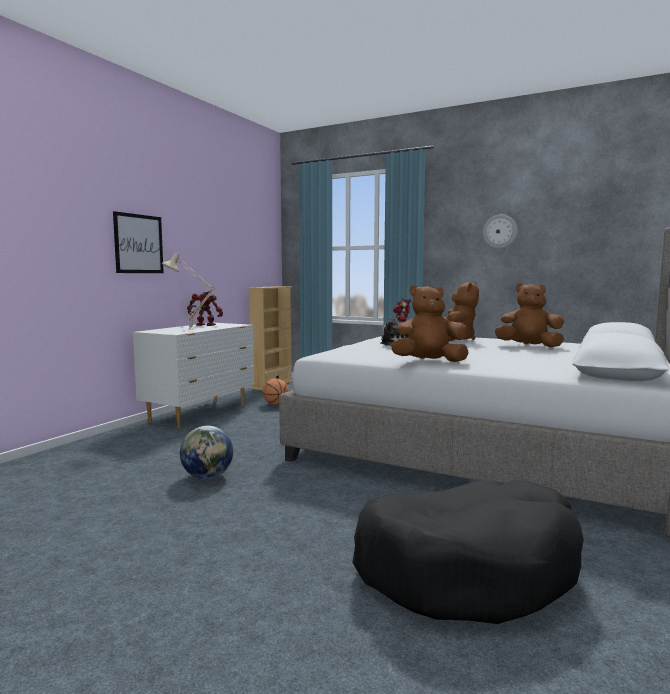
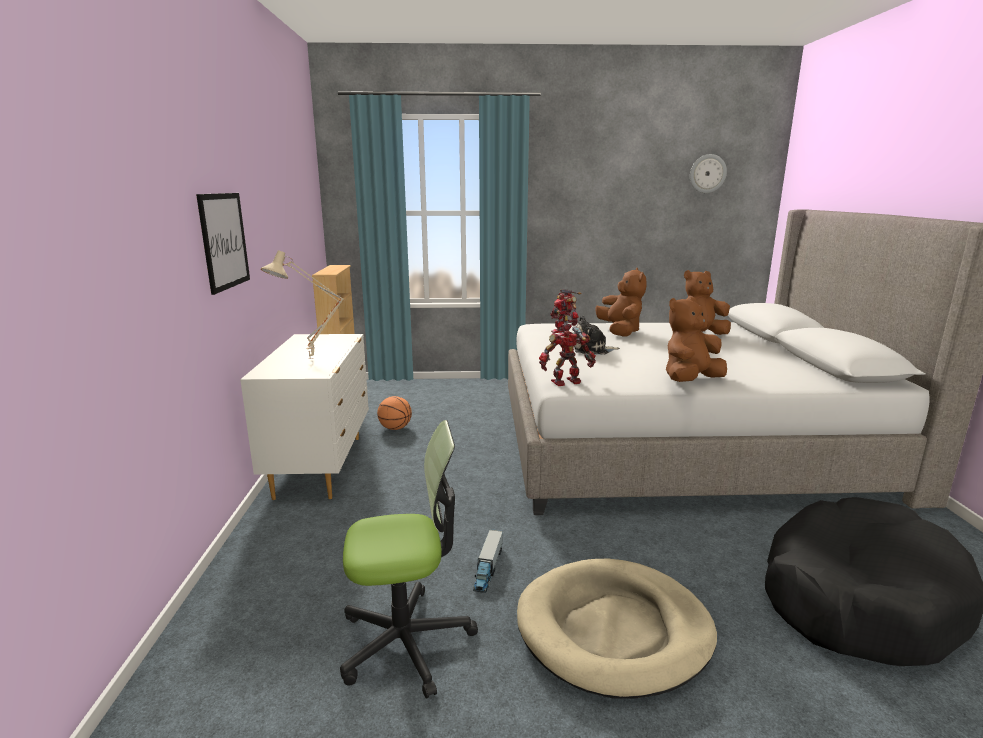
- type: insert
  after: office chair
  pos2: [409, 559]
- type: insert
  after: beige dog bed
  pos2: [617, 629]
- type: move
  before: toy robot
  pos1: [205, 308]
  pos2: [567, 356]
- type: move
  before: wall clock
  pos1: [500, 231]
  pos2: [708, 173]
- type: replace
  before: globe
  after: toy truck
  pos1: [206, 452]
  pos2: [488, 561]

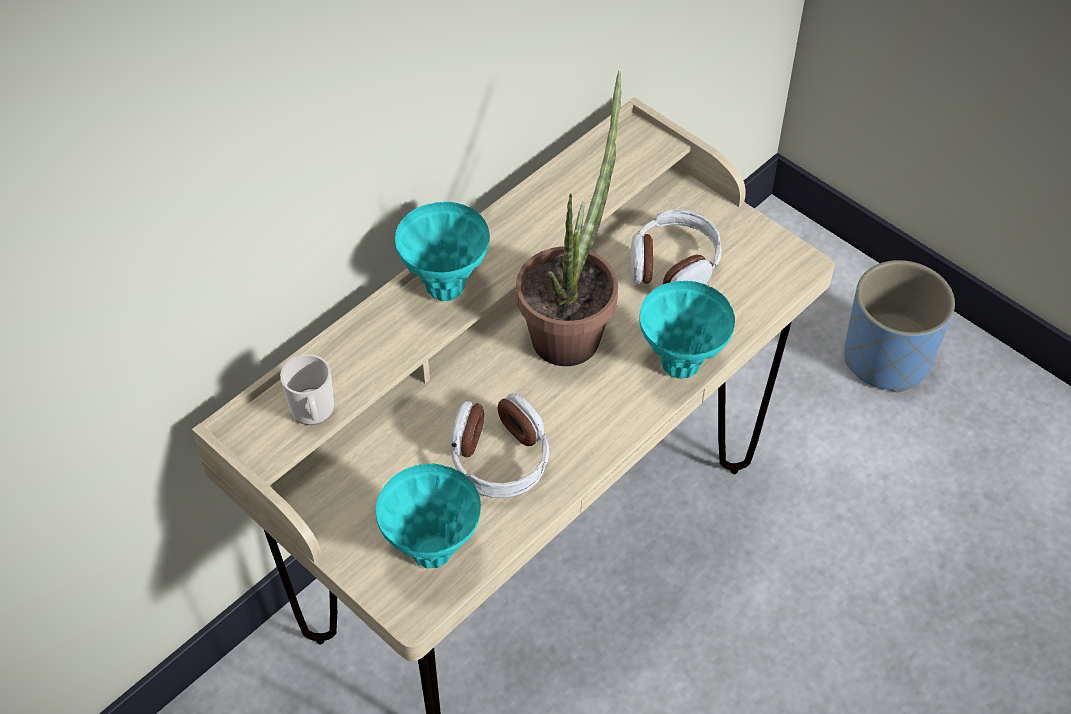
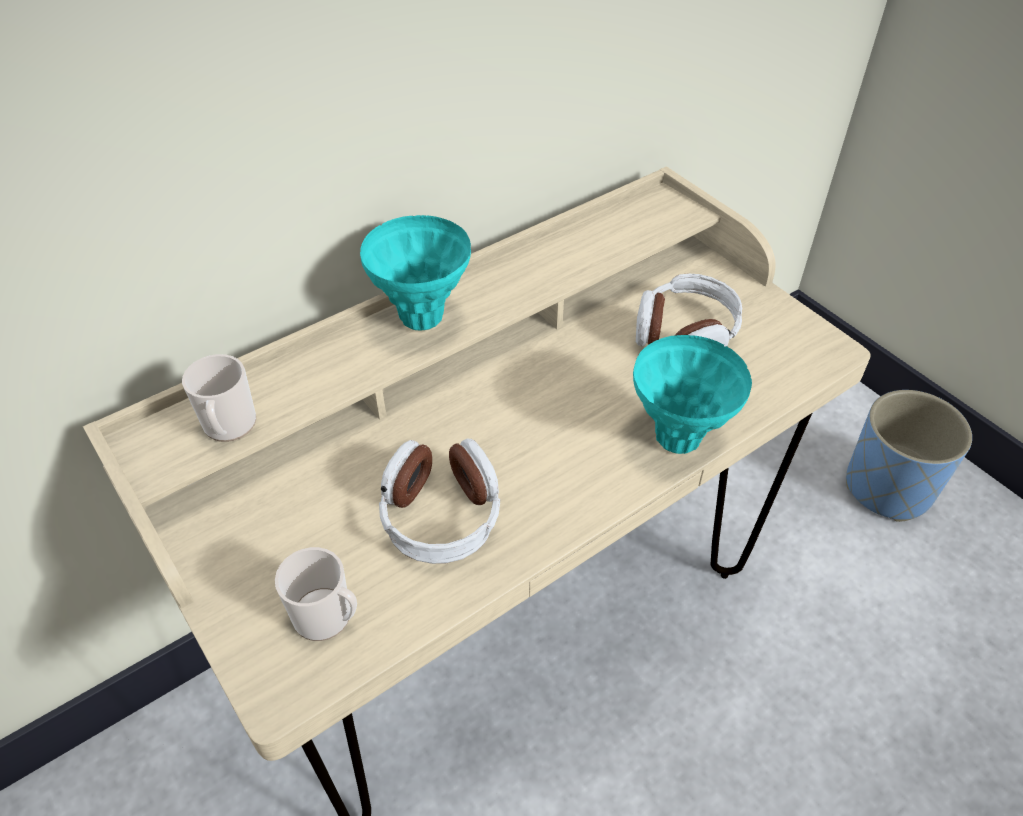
- type: delete
  before: potted plant
  pos1: [568, 218]
- type: replace
  before: turquoise vase
  after: mug
  pos1: [428, 516]
  pos2: [316, 594]

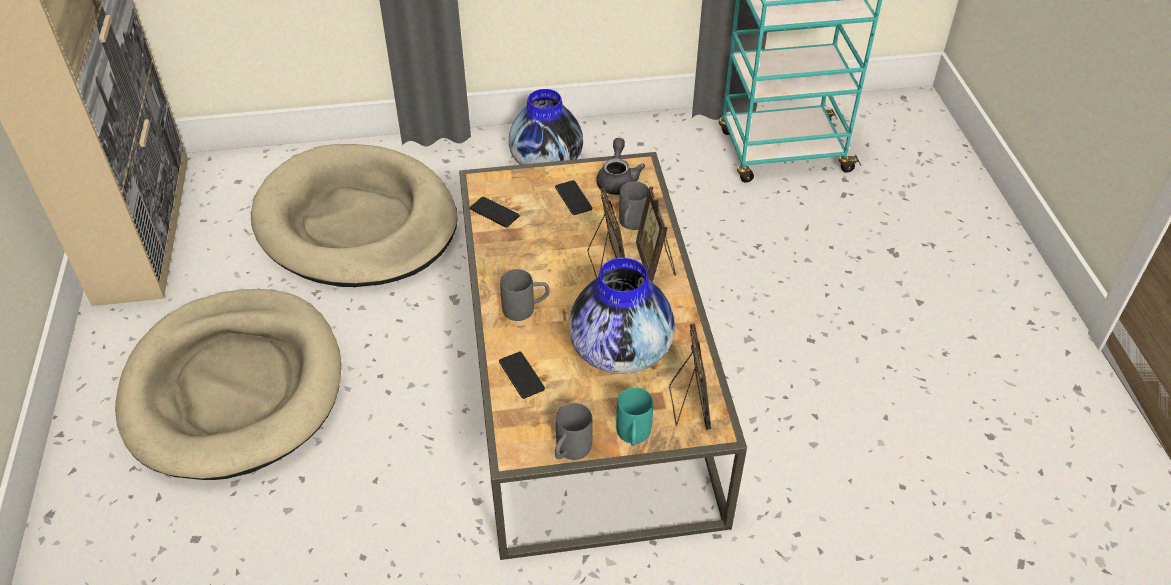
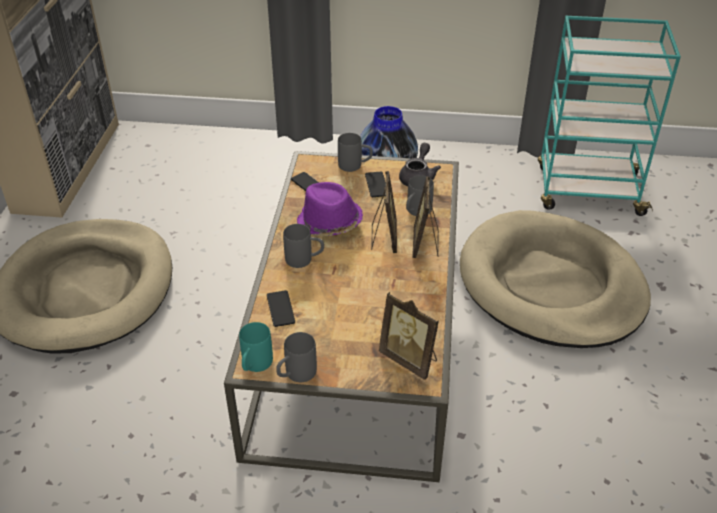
- type: delete
  before: vase
  pos1: [622, 316]
- type: insert
  after: purple hat
  pos2: [330, 209]
- type: insert
  after: grey mug
  pos2: [355, 152]
- type: move
  before: beige dog bed
  pos1: [354, 215]
  pos2: [555, 279]
- type: move
  before: turquoise mug
  pos1: [634, 416]
  pos2: [256, 347]
- type: rotate
  before: picture frame
  pos1: [690, 376]
  pos2: [409, 336]
  turn: 120

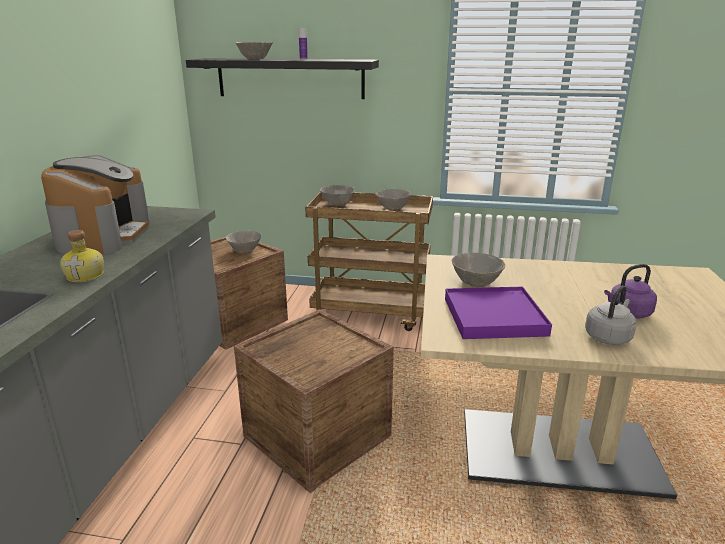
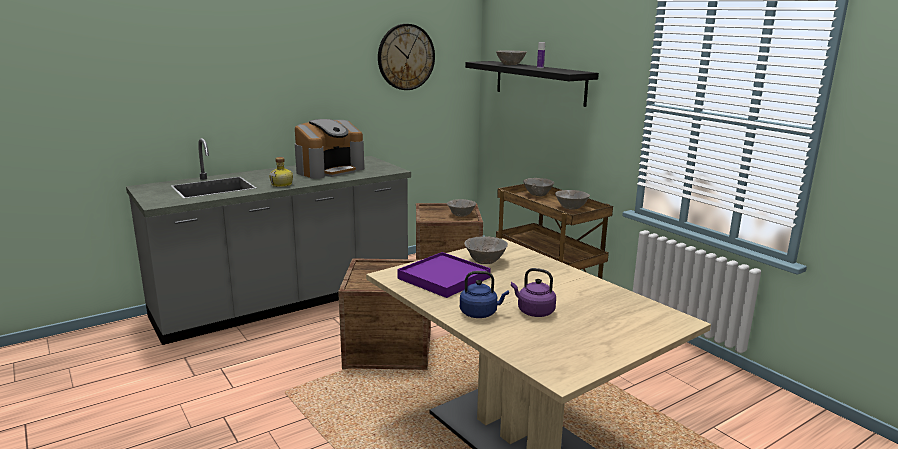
- type: insert
  after: wall clock
  pos2: [406, 57]
- type: recolor
  before: grey kettle
  after: blue kettle
  pos1: [611, 315]
  pos2: [484, 294]

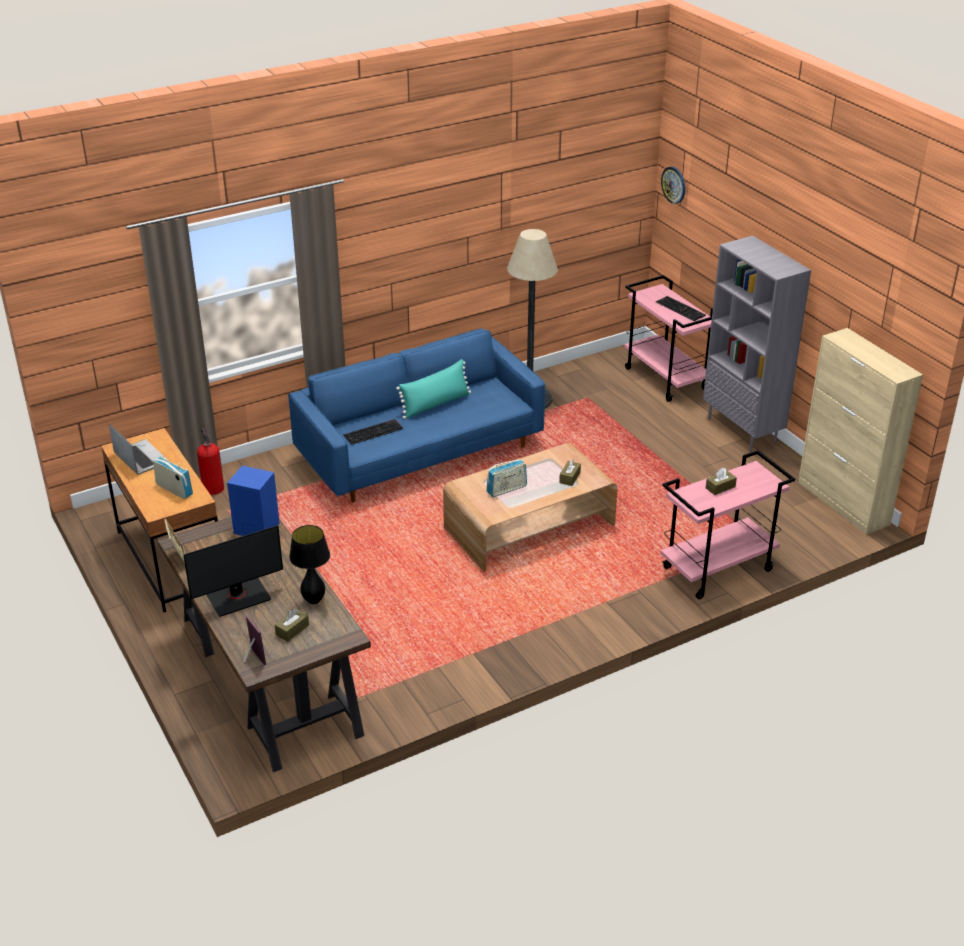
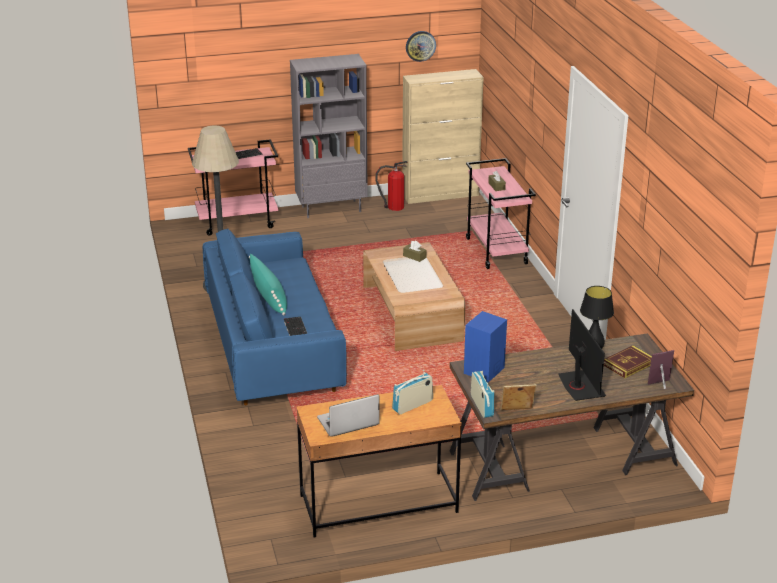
- type: move
  before: fire extinguisher
  pos1: [210, 461]
  pos2: [391, 186]
- type: move
  before: radio
  pos1: [506, 478]
  pos2: [482, 394]
- type: move
  before: wall clock
  pos1: [673, 185]
  pos2: [421, 46]
- type: replace
  before: brown tissue box
  after: book
  pos1: [292, 625]
  pos2: [627, 361]

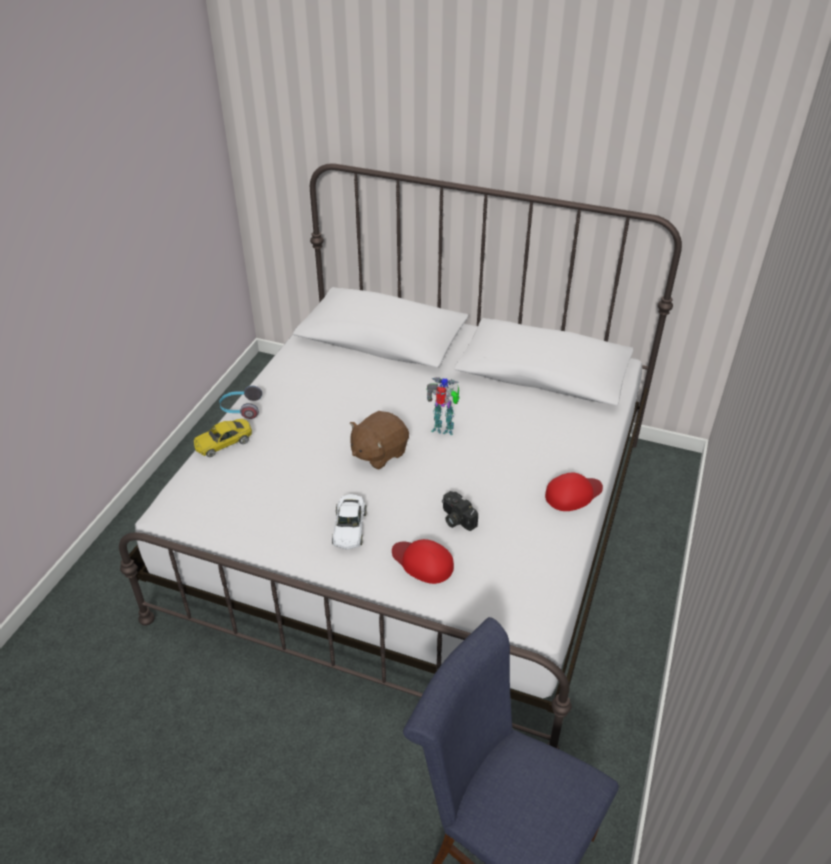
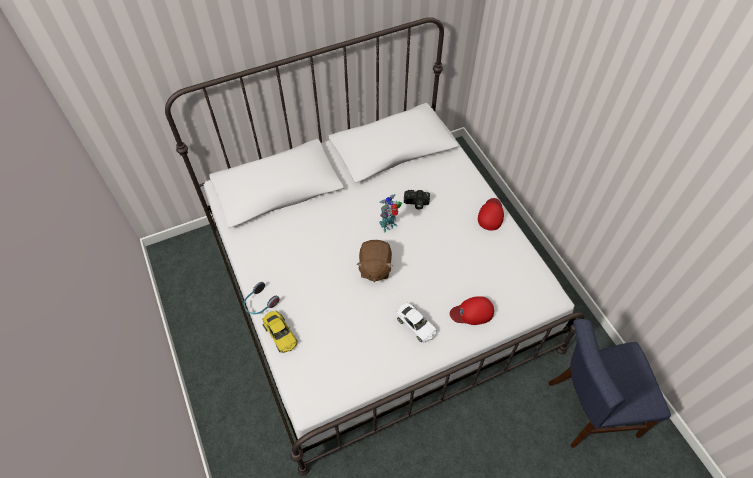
- type: move
  before: photo camera
  pos1: [460, 511]
  pos2: [417, 200]
- type: rotate
  before: yellow toy car
  pos1: [223, 438]
  pos2: [280, 332]
  turn: -45

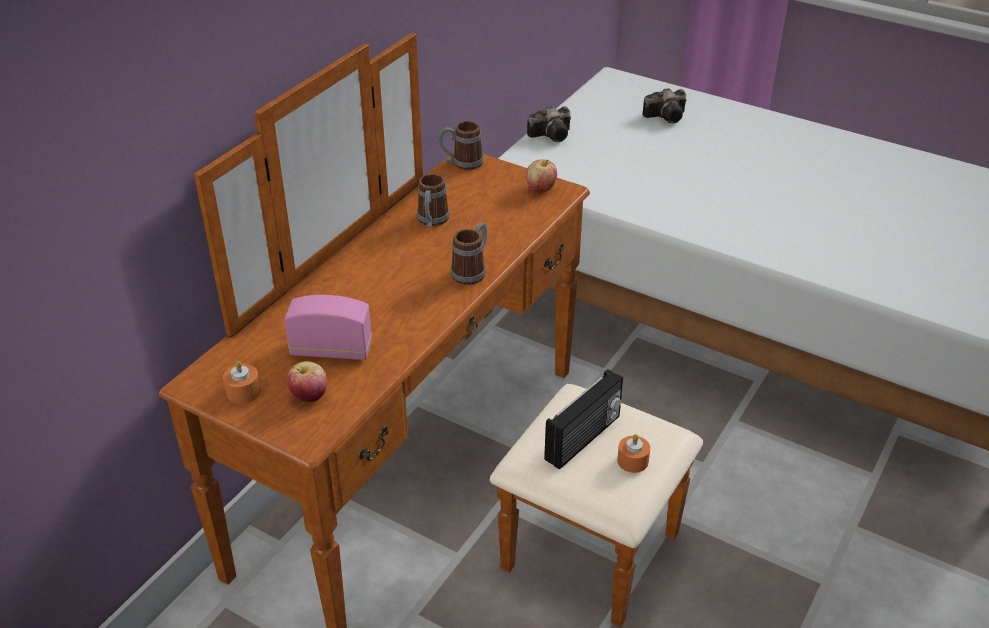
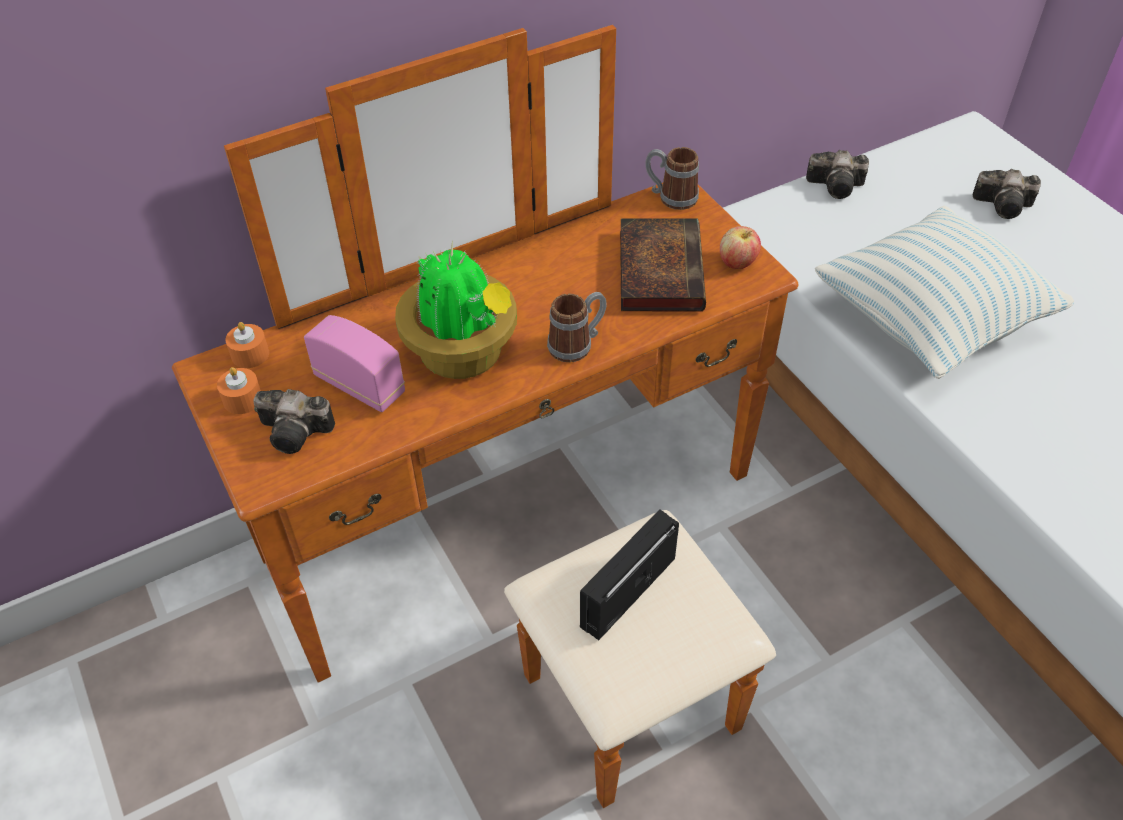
- type: delete
  before: mug
  pos1: [433, 201]
- type: insert
  after: potted plant
  pos2: [456, 309]
- type: insert
  after: book
  pos2: [663, 265]
- type: insert
  after: pillow
  pos2: [944, 292]
- type: move
  before: orange candle
  pos1: [633, 453]
  pos2: [247, 345]
- type: replace
  before: apple
  after: photo camera
  pos1: [307, 381]
  pos2: [294, 421]
- type: rotate
  before: radio
  pos1: [583, 419]
  pos2: [629, 574]
  turn: 150

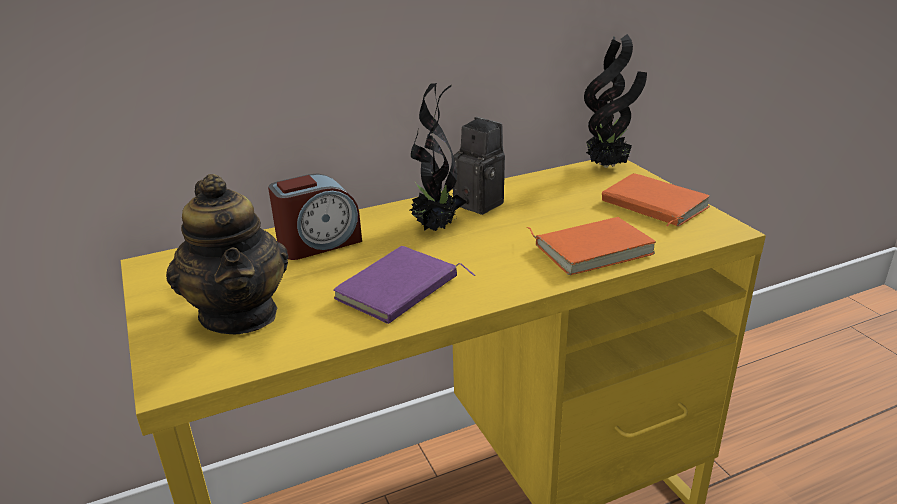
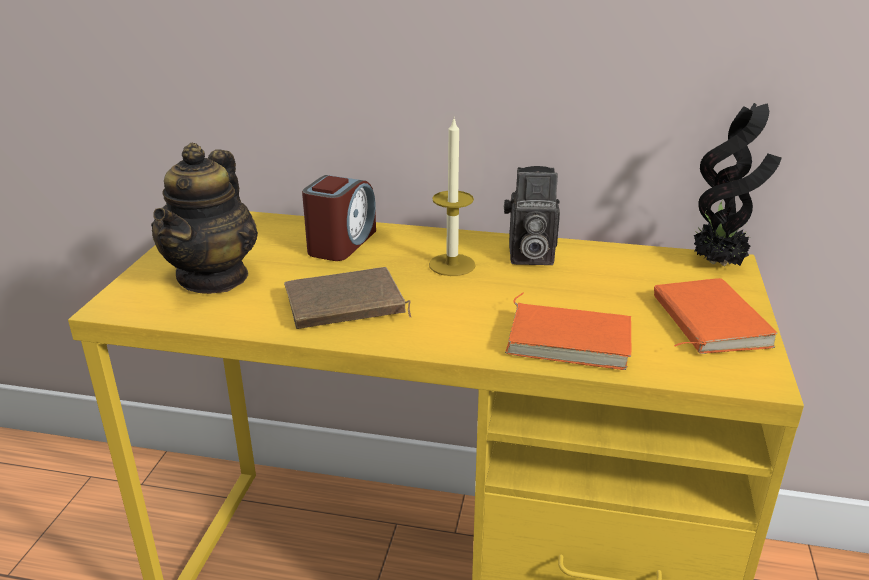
- type: replace
  before: potted plant
  after: candle
  pos1: [438, 157]
  pos2: [452, 197]
- type: recolor
  before: purple book
  after: brown book
  pos1: [404, 285]
  pos2: [347, 298]
- type: rotate
  before: alarm clock
  pos1: [315, 217]
  pos2: [339, 218]
  turn: -75
- type: rotate
  before: photo camera
  pos1: [478, 166]
  pos2: [532, 215]
  turn: 105

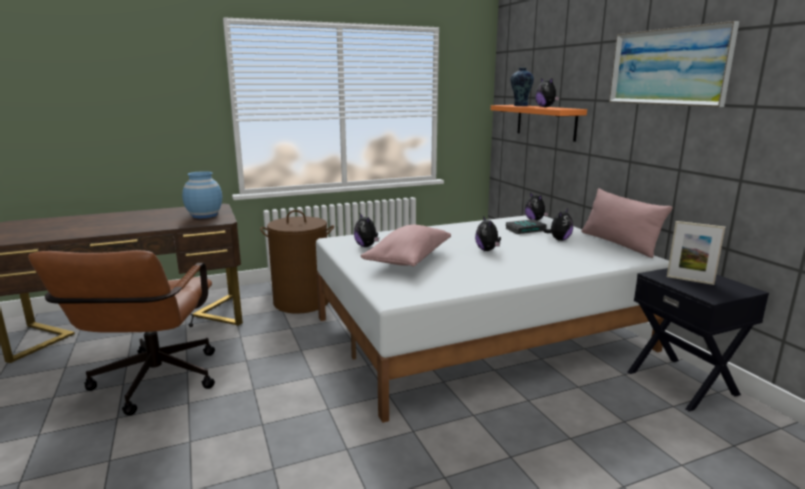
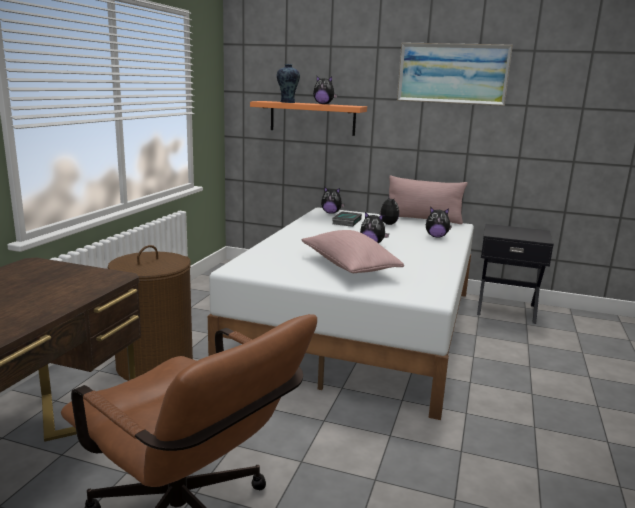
- type: delete
  before: blue vase
  pos1: [202, 194]
- type: delete
  before: picture frame
  pos1: [696, 253]
- type: move
  before: plush toy
  pos1: [366, 230]
  pos2: [439, 222]

